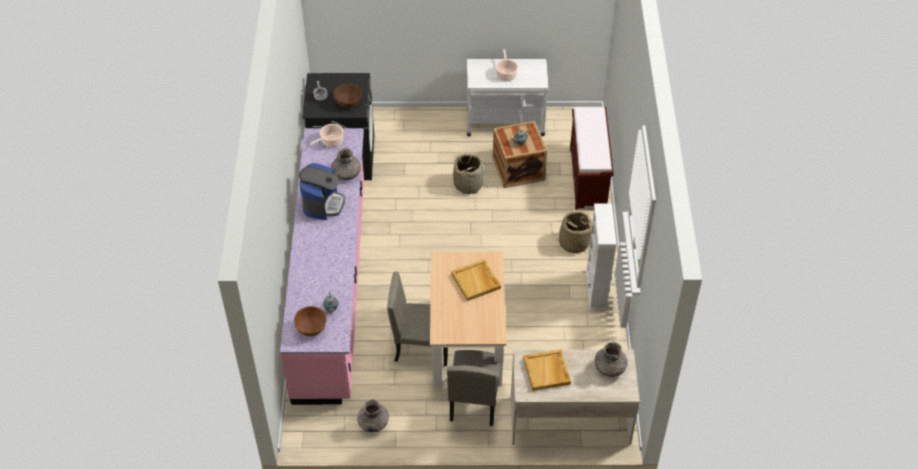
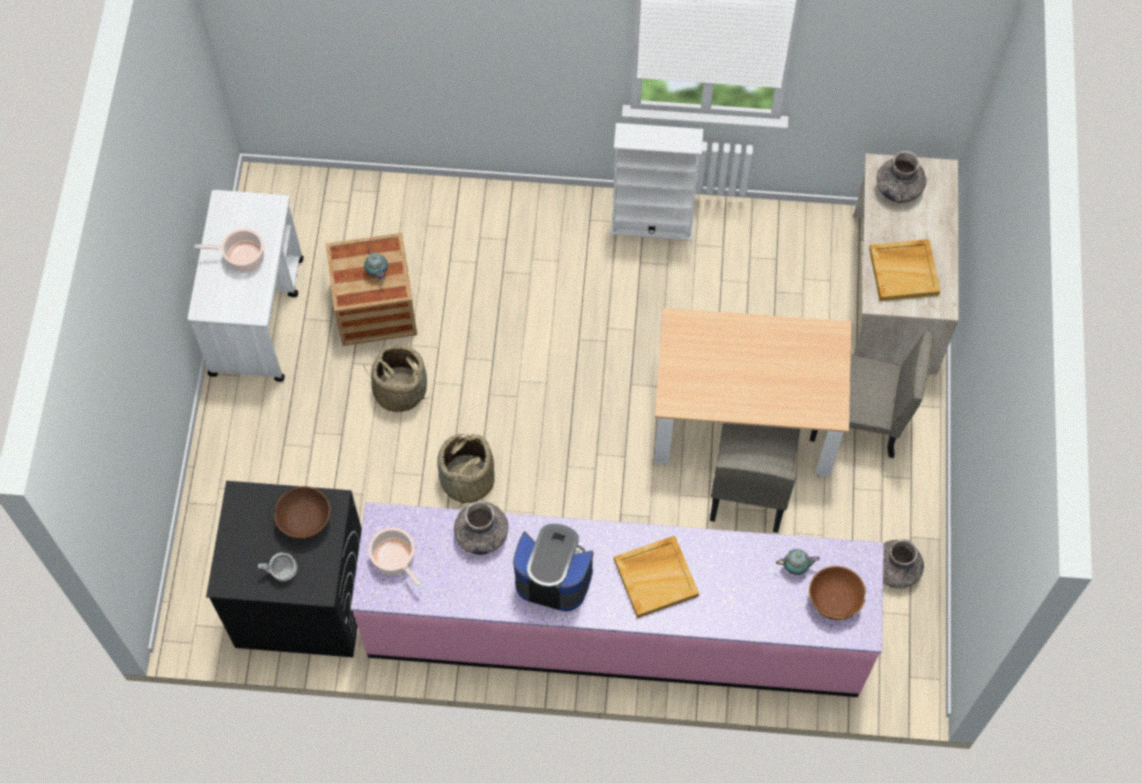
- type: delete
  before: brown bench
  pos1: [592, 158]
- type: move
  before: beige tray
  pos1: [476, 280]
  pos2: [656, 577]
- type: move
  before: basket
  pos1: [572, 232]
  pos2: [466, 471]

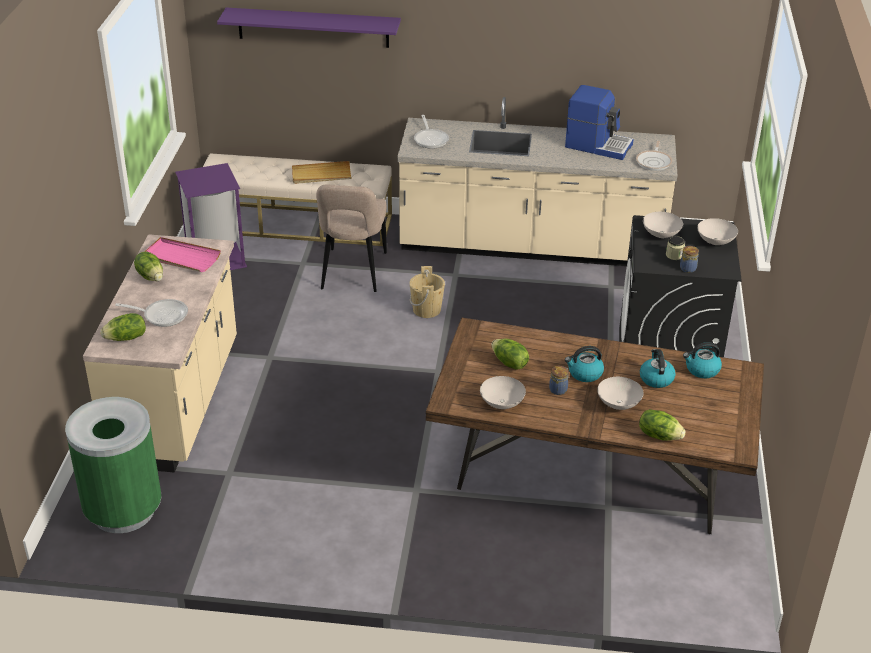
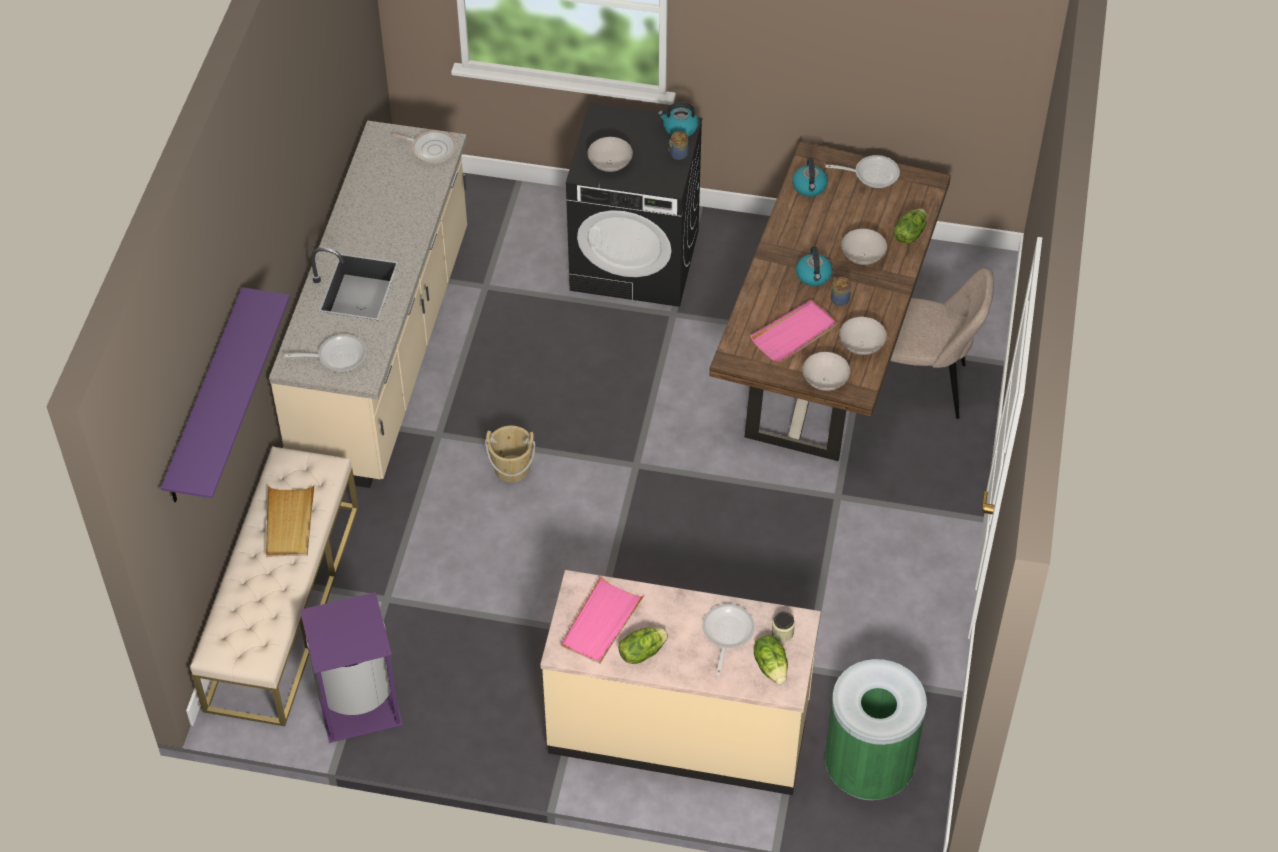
- type: delete
  before: coffee machine
  pos1: [599, 122]
- type: insert
  after: frying pan
  pos2: [862, 171]
- type: move
  before: beige chair
  pos1: [351, 238]
  pos2: [942, 343]
- type: move
  before: kettle
  pos1: [658, 368]
  pos2: [678, 119]
- type: move
  before: jar
  pos1: [675, 248]
  pos2: [783, 626]
- type: move
  before: white bowl
  pos1: [717, 231]
  pos2: [826, 371]
- type: replace
  before: lettuce
  after: pink tray
  pos1: [510, 354]
  pos2: [794, 331]

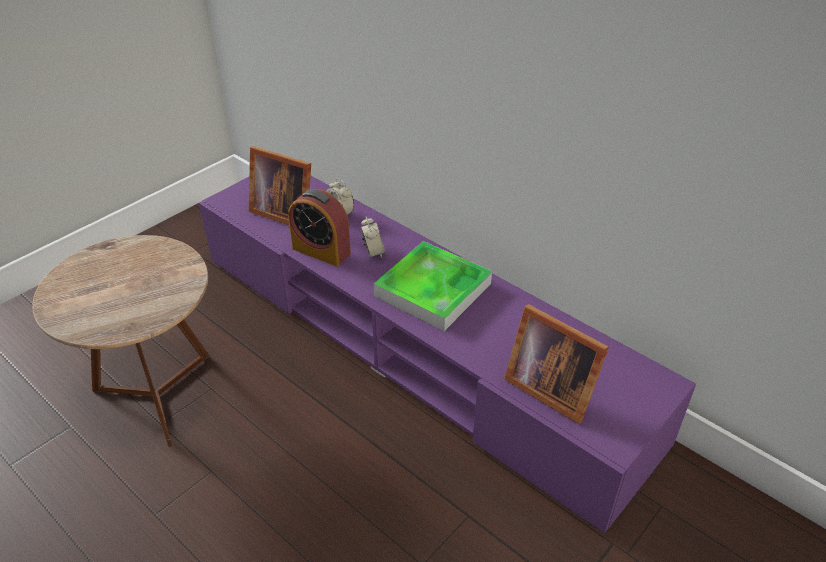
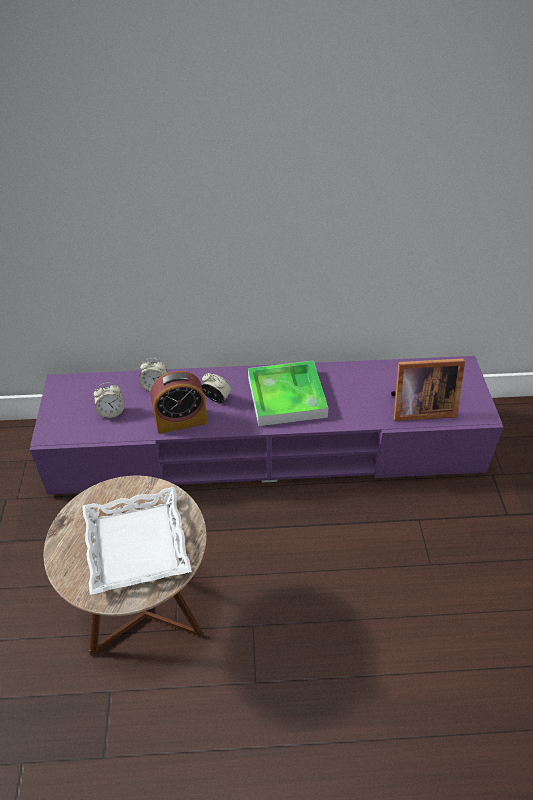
- type: insert
  after: white tray
  pos2: [137, 541]
- type: replace
  before: picture frame
  after: alarm clock
  pos1: [280, 185]
  pos2: [109, 400]

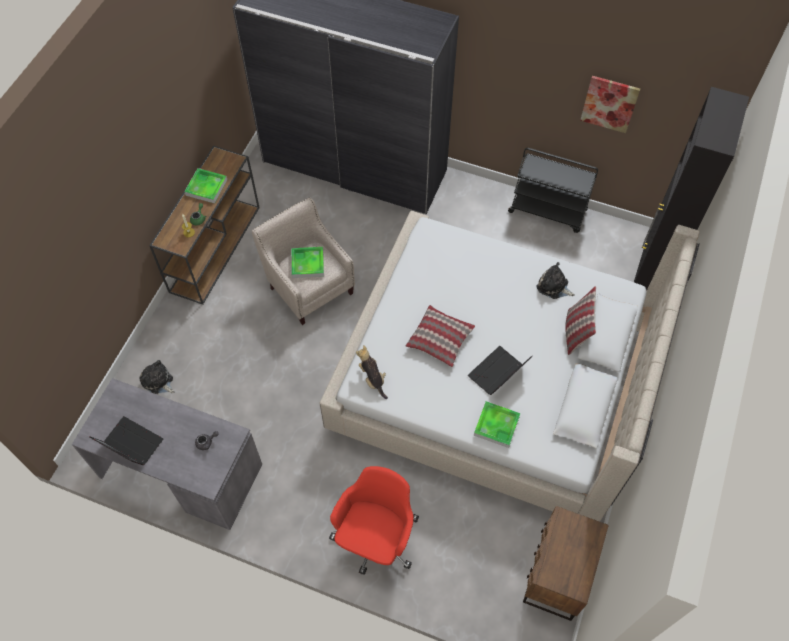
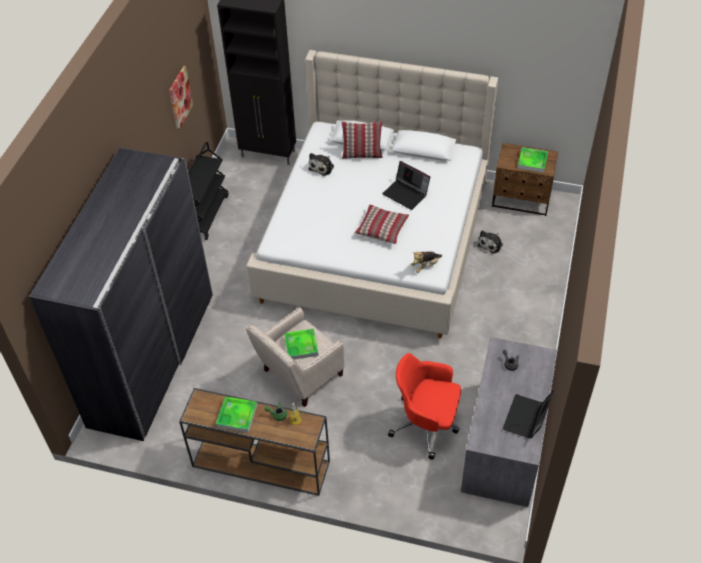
- type: move
  before: plush toy
  pos1: [157, 377]
  pos2: [490, 242]
- type: move
  before: red office chair
  pos1: [374, 520]
  pos2: [424, 406]
- type: move
  before: tray
  pos1: [497, 424]
  pos2: [533, 160]

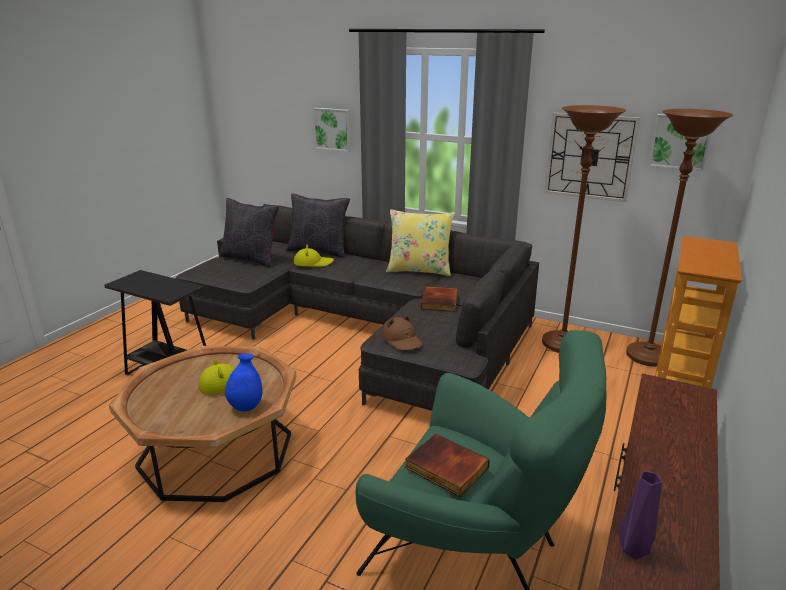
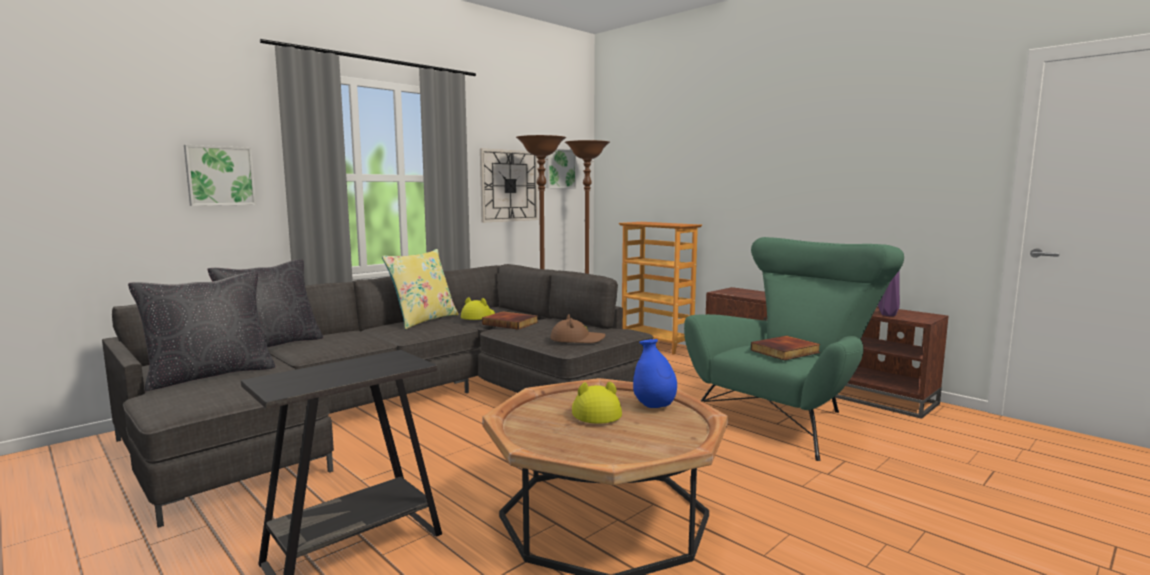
- type: move
  before: yellow hat
  pos1: [314, 256]
  pos2: [478, 308]

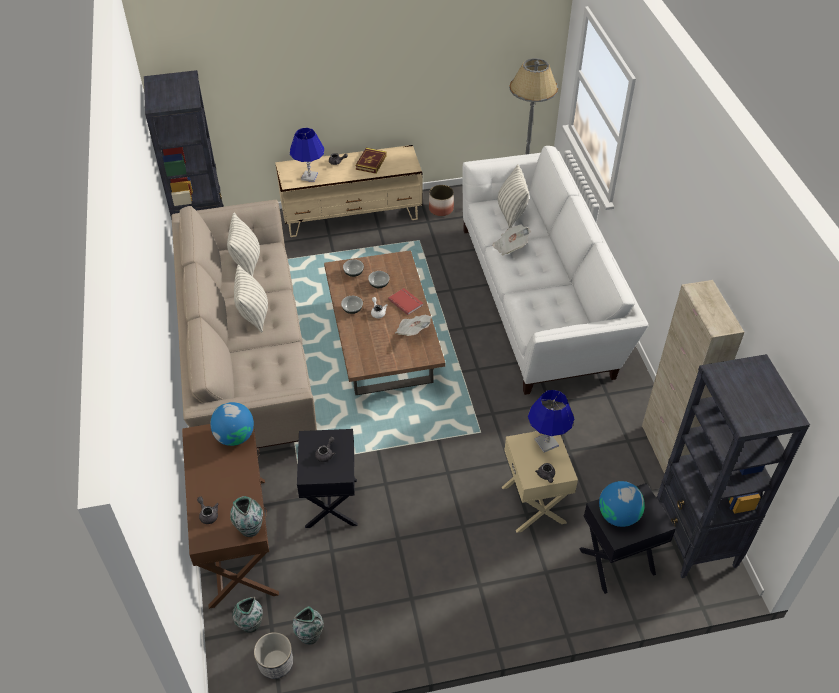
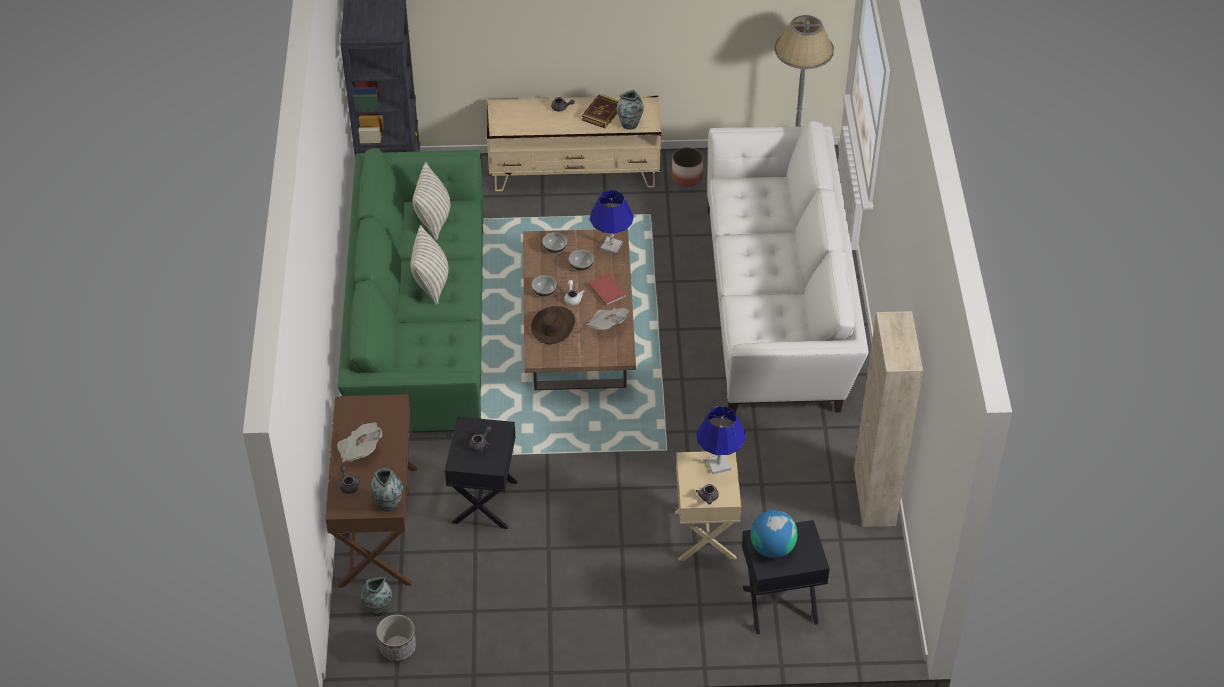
- type: delete
  before: globe
  pos1: [232, 424]
- type: delete
  before: pillow
  pos1: [513, 196]
- type: delete
  before: black bookcase
  pos1: [733, 466]
- type: insert
  after: brown hat
  pos2: [553, 325]
- type: move
  before: blue table lamp
  pos1: [307, 155]
  pos2: [612, 222]
- type: move
  before: vase
  pos1: [308, 625]
  pos2: [630, 110]
- type: move
  before: newspaper
  pos1: [511, 239]
  pos2: [359, 442]
- type: recolor
  before: beige sofa
  after: green sofa
  pos1: [244, 324]
  pos2: [411, 290]

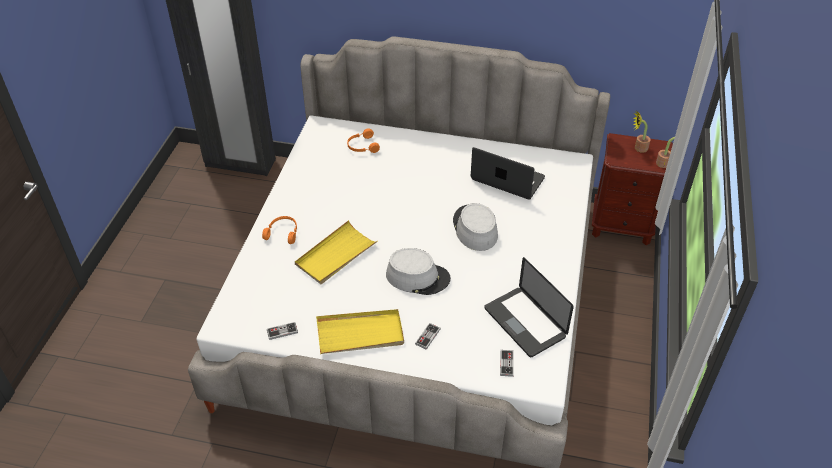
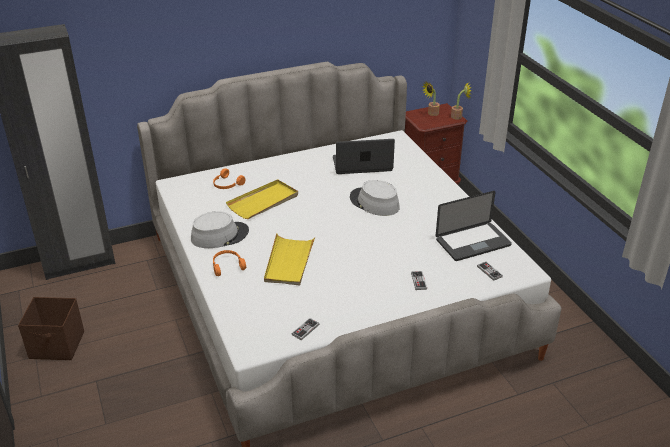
- type: insert
  after: brown storage box
  pos2: [51, 328]
- type: move
  before: yellow tray
  pos1: [360, 331]
  pos2: [262, 199]
- type: move
  before: grey hat
  pos1: [418, 271]
  pos2: [220, 229]
- type: rotate
  before: laptop
  pos1: [529, 307]
  pos2: [474, 226]
  turn: -45

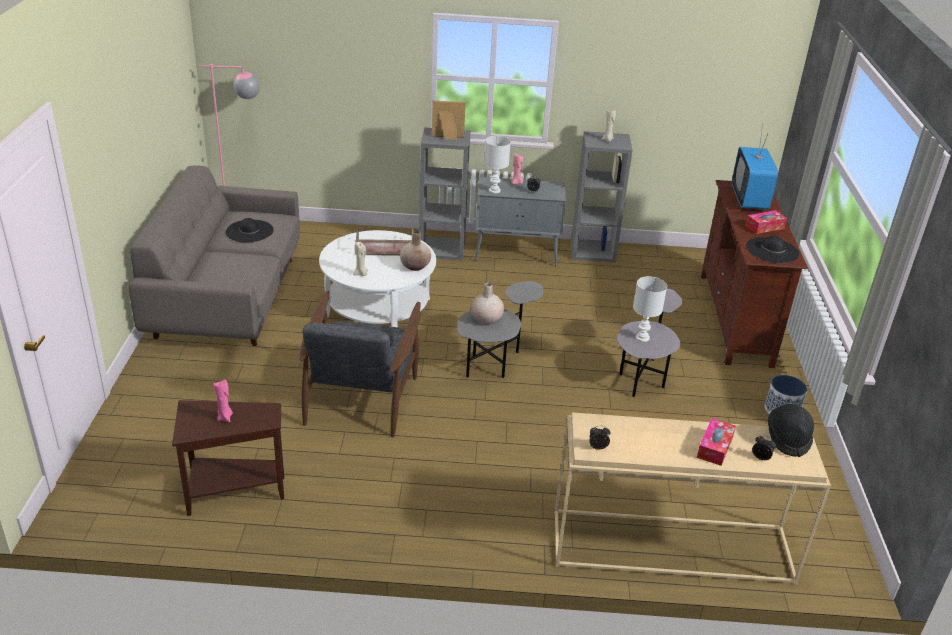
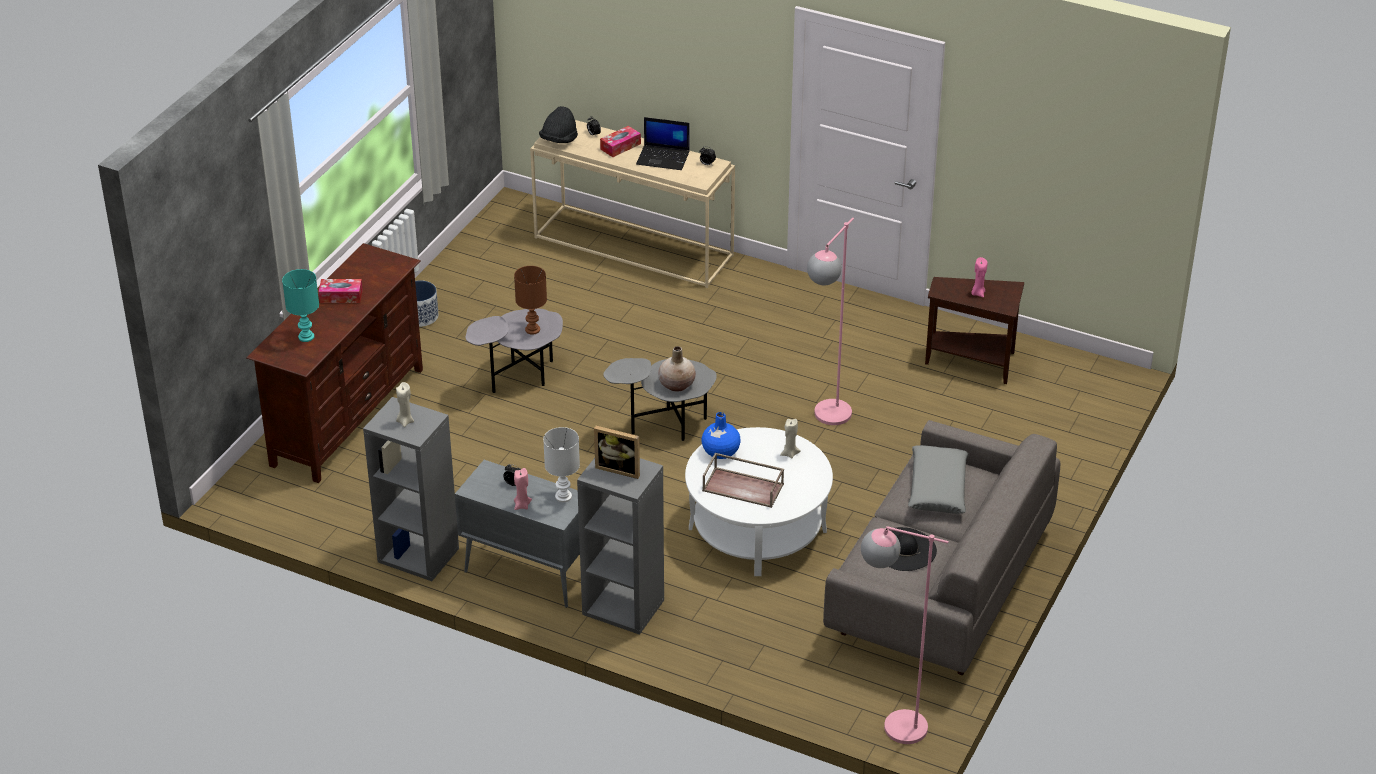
- type: delete
  before: black hat
  pos1: [772, 249]
- type: insert
  after: laptop
  pos2: [663, 143]
- type: insert
  after: grey pillow
  pos2: [938, 479]
- type: replace
  before: grey armchair
  after: pink floor lamp
  pos1: [360, 364]
  pos2: [830, 321]
- type: replace
  before: television
  after: turquoise table lamp
  pos1: [755, 167]
  pos2: [300, 305]
- type: recolor
  before: beige vase
  after: blue vase
  pos1: [415, 251]
  pos2: [720, 435]
- type: recolor
  before: white table lamp
  after: brown table lamp
  pos1: [650, 309]
  pos2: [530, 300]

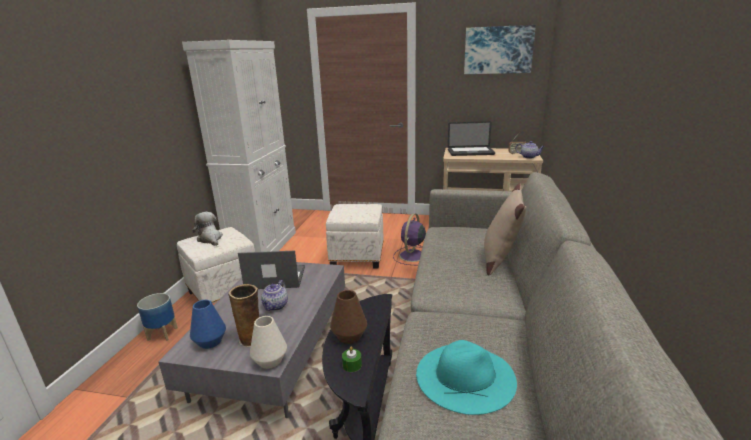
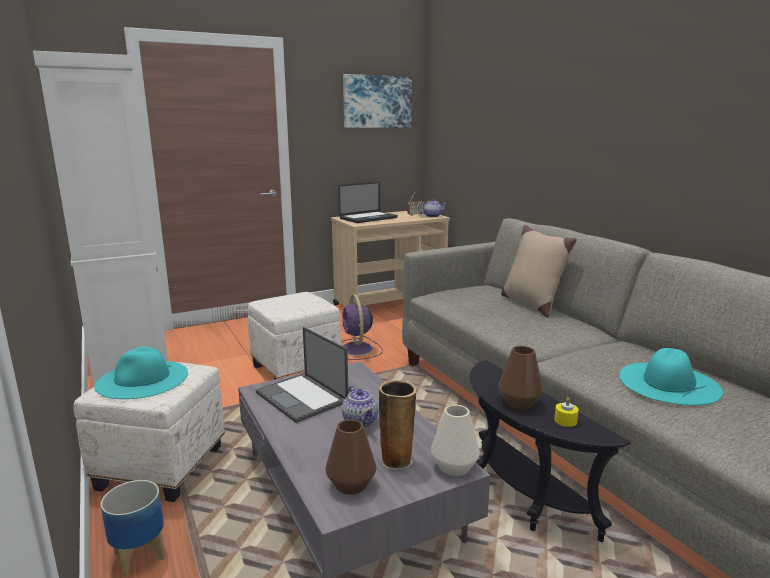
- type: replace
  before: plush toy
  after: turquoise hat
  pos1: [207, 229]
  pos2: [141, 372]
- type: recolor
  before: blue vase
  after: brown vase
  pos1: [208, 324]
  pos2: [350, 457]
- type: recolor
  before: green candle
  after: yellow candle
  pos1: [352, 359]
  pos2: [566, 412]
- type: rotate
  before: laptop
  pos1: [271, 270]
  pos2: [302, 375]
  turn: -90

